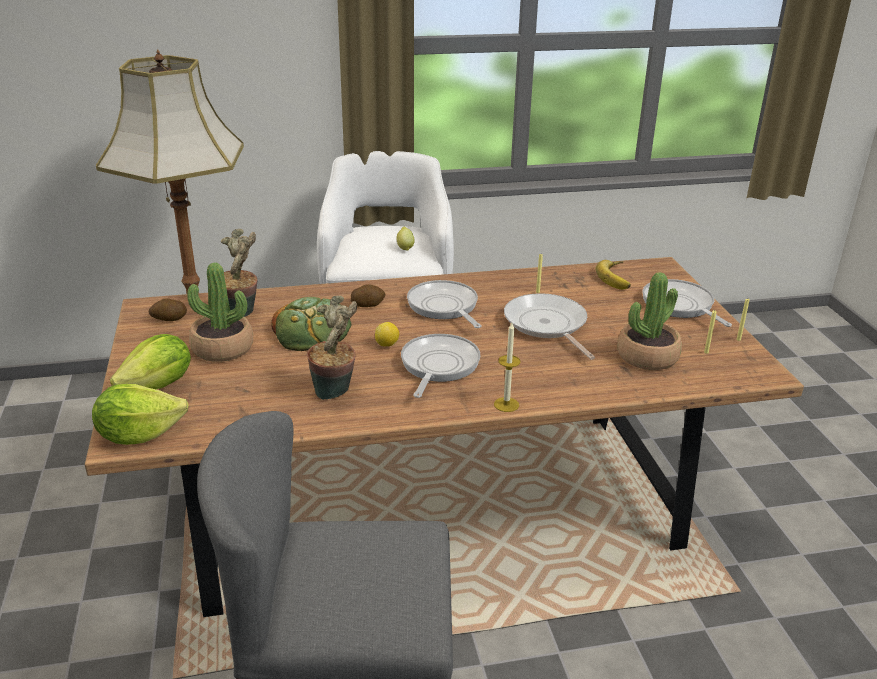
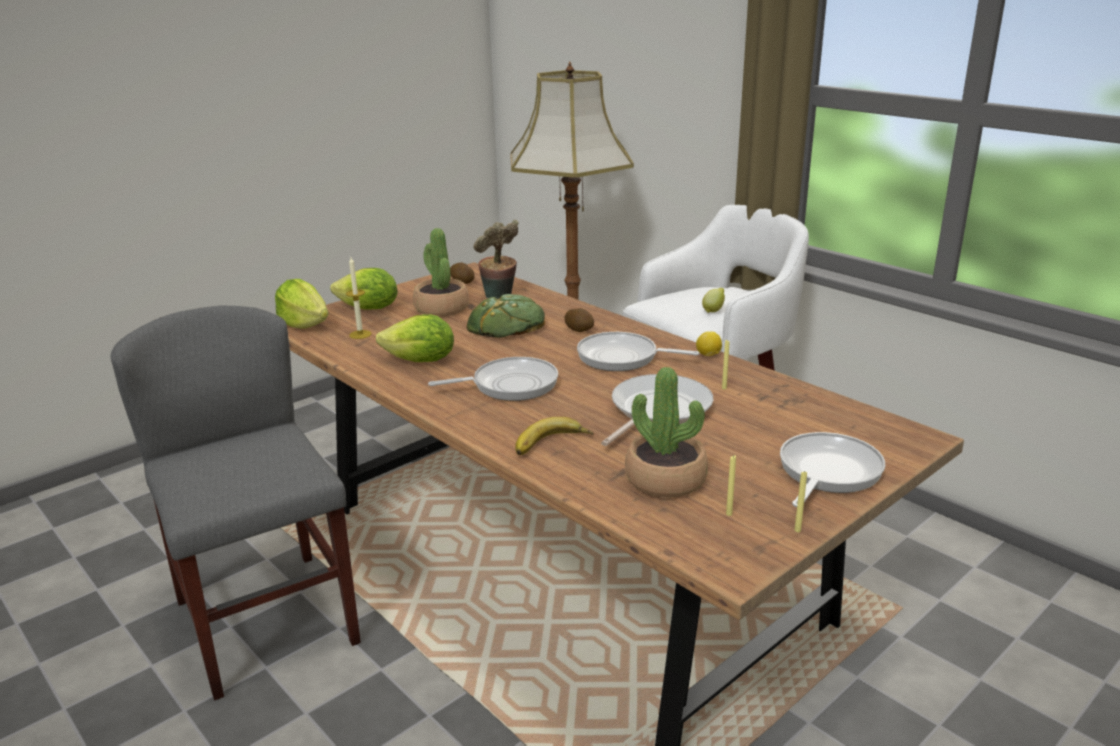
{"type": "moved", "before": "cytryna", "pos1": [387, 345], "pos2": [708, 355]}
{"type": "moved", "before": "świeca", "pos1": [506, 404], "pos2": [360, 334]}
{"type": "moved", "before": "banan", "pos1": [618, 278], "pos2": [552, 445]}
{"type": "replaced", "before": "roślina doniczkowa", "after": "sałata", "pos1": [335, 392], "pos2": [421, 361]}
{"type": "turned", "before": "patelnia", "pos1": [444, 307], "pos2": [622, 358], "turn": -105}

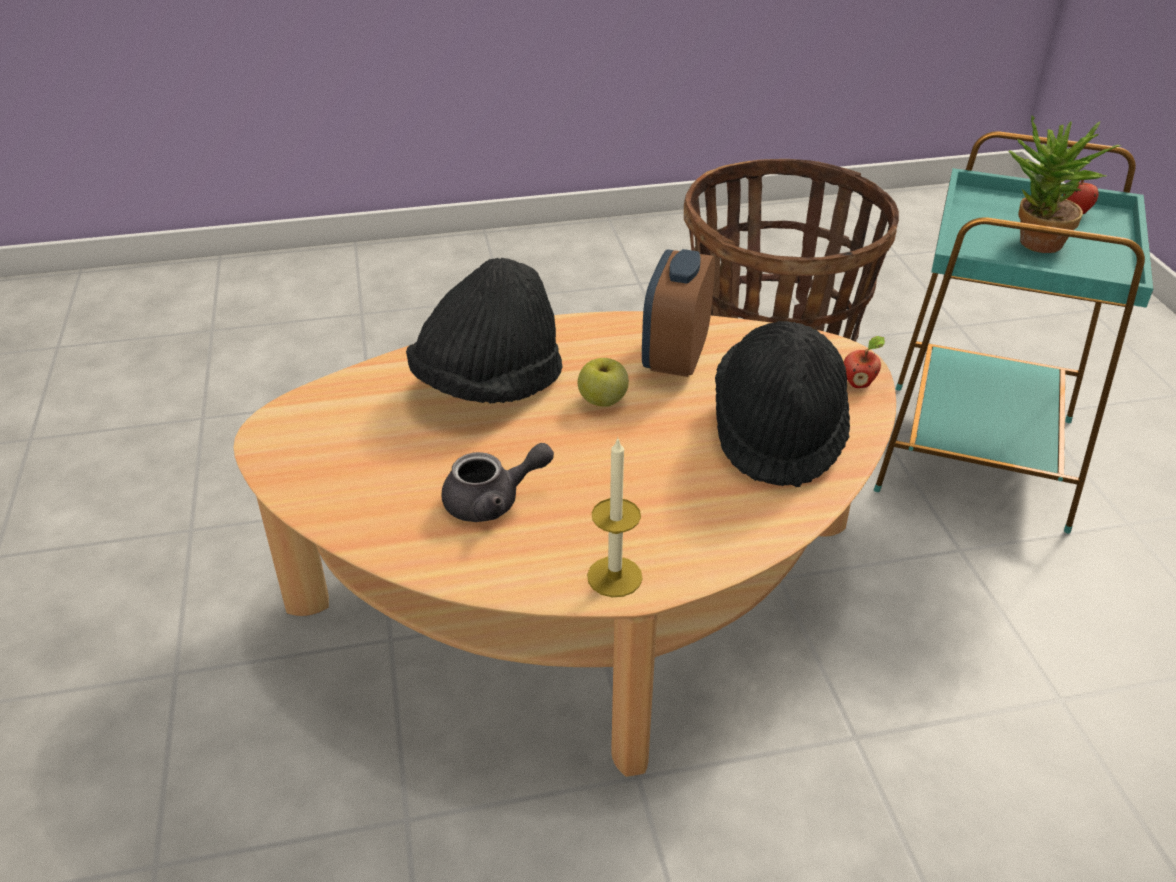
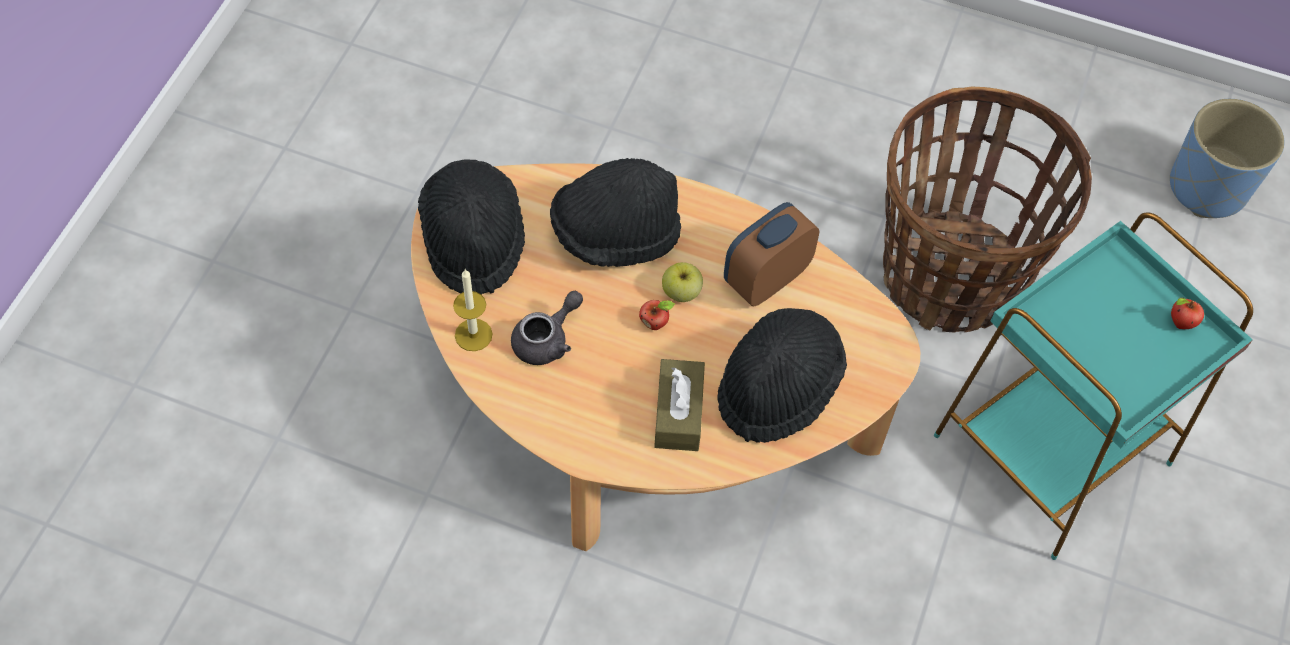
{"type": "removed", "before": "roślina doniczkowa", "pos1": [1034, 245]}
{"type": "added", "after": "kapelusz (czarny)", "pos2": [473, 241]}
{"type": "added", "after": "pudełko chusteczek (brązowy)", "pos2": [678, 413]}
{"type": "added", "after": "donica (niebieski)", "pos2": [1208, 188]}
{"type": "moved", "before": "świeca", "pos1": [614, 576], "pos2": [473, 335]}
{"type": "moved", "before": "jabłko", "pos1": [858, 383], "pos2": [655, 323]}
{"type": "turned", "before": "imbryk (szary)", "pos1": [493, 501], "pos2": [547, 340], "turn": -60}

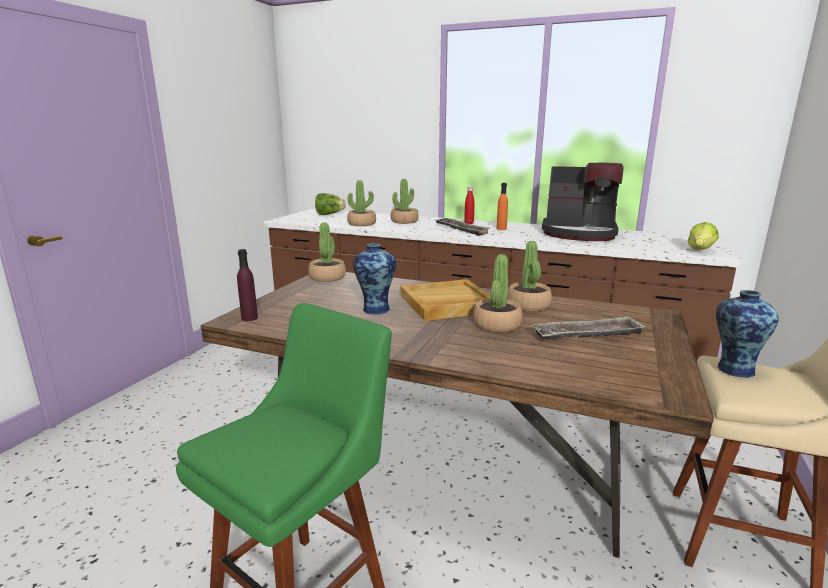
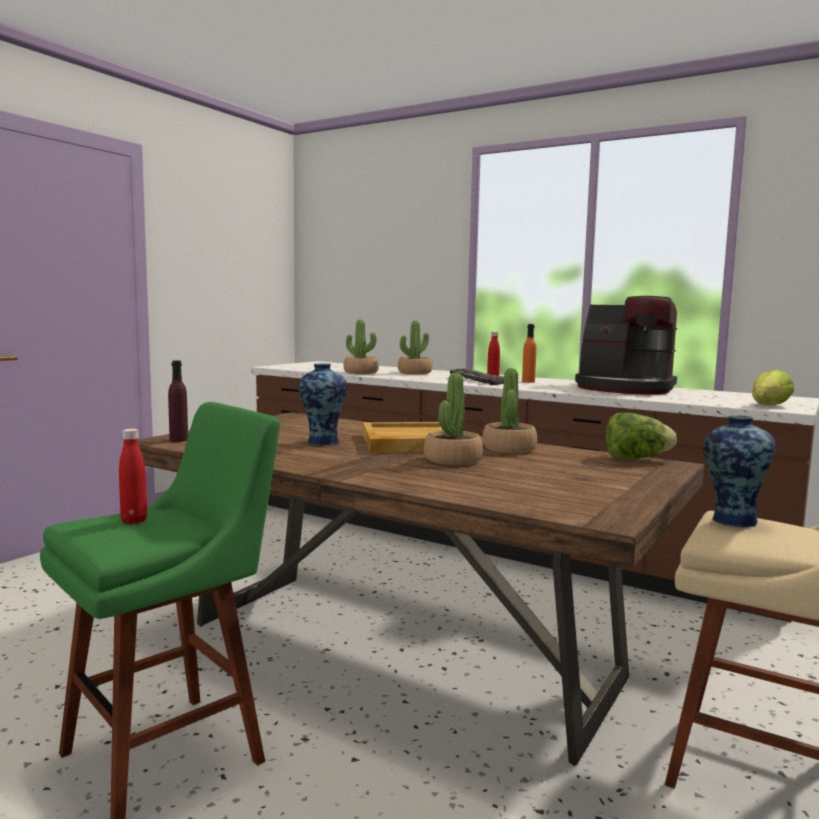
{"type": "removed", "before": "roślina doniczkowa", "pos1": [327, 277]}
{"type": "removed", "before": "taca", "pos1": [587, 334]}
{"type": "added", "after": "butelka (czerwony)", "pos2": [134, 521]}
{"type": "moved", "before": "sałata", "pos1": [329, 214], "pos2": [636, 459]}

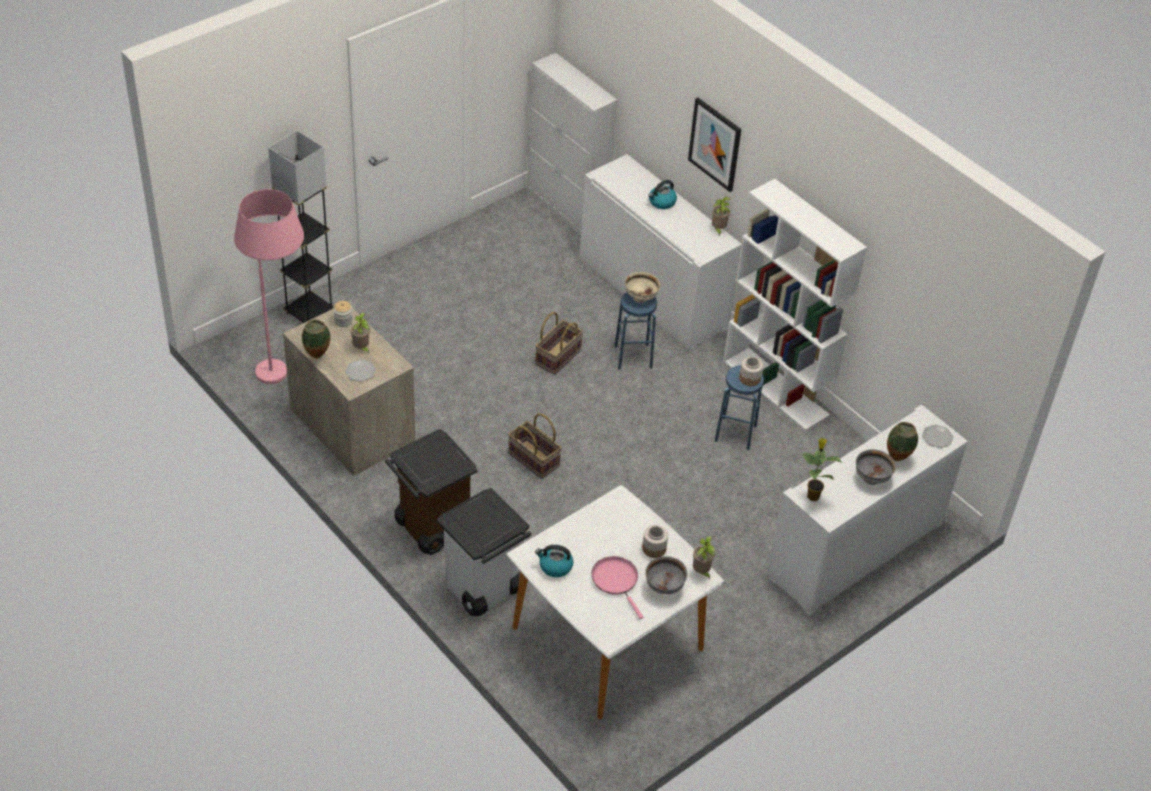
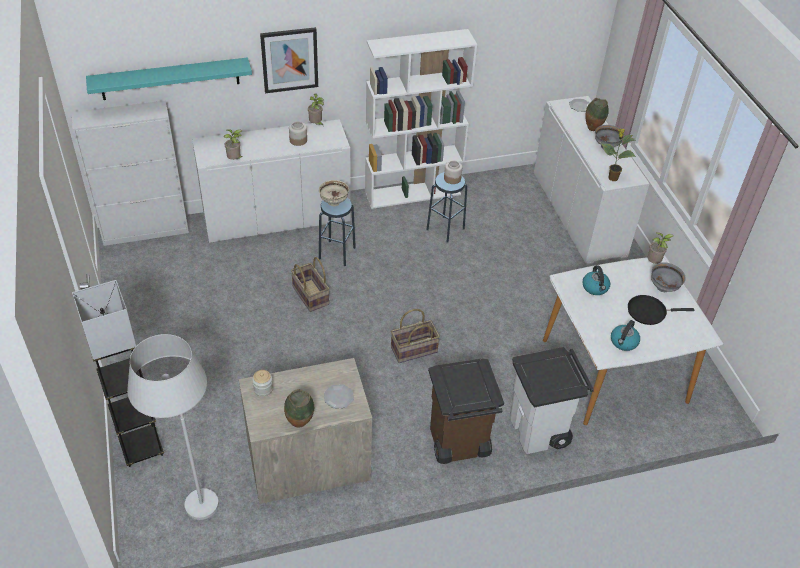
{"type": "added", "after": "półka (turkusowy)", "pos2": [170, 79]}
{"type": "moved", "before": "roślina doniczkowa", "pos1": [361, 348], "pos2": [235, 160]}
{"type": "moved", "before": "słoik", "pos1": [653, 548], "pos2": [298, 140]}
{"type": "moved", "before": "czajnik", "pos1": [661, 202], "pos2": [595, 288]}
{"type": "recoloured", "before": "lampa stojąca (różowy)", "after": "lampa stojąca (biały)", "pos1": [281, 361], "pos2": [192, 492]}
{"type": "recoloured", "before": "patelnia (różowy)", "after": "patelnia (czarny)", "pos1": [616, 580], "pos2": [649, 312]}

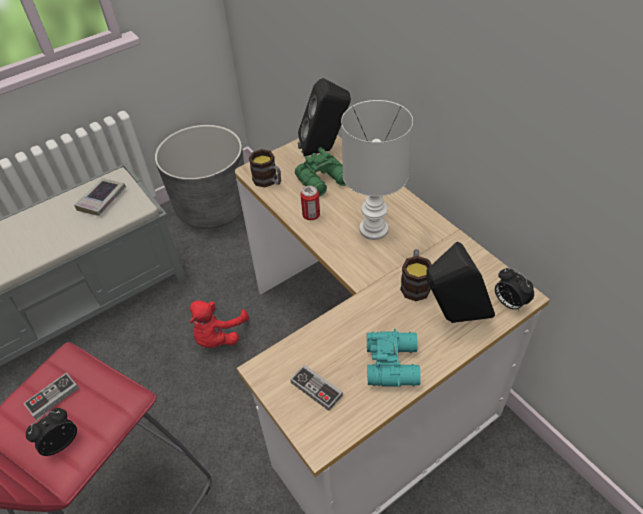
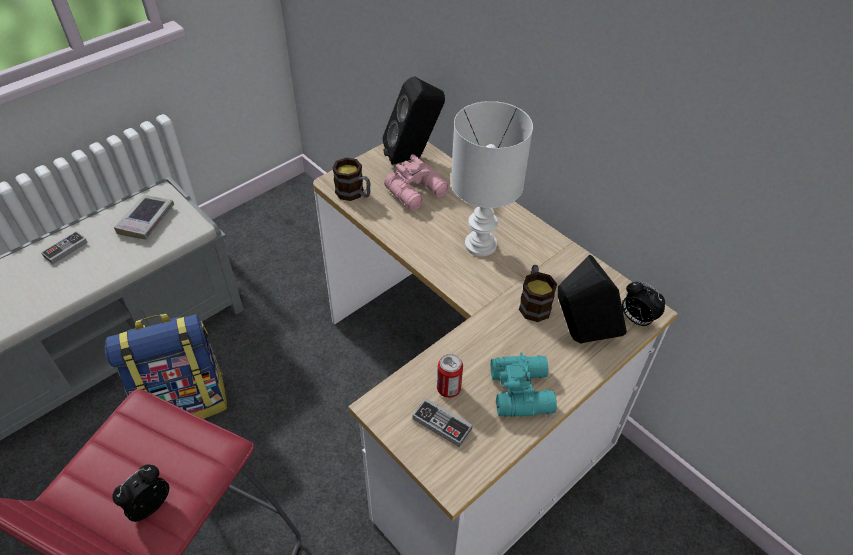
{"type": "removed", "before": "donica (szary)", "pos1": [212, 207]}
{"type": "removed", "before": "pluszak (czerwony)", "pos1": [218, 336]}
{"type": "added", "after": "plecak", "pos2": [185, 401]}
{"type": "moved", "before": "pad do gier", "pos1": [53, 397], "pos2": [65, 249]}
{"type": "moved", "before": "puszka", "pos1": [311, 215], "pos2": [448, 389]}
{"type": "recoloured", "before": "lornetka (zielony)", "after": "lornetka (różowy)", "pos1": [324, 181], "pos2": [418, 192]}

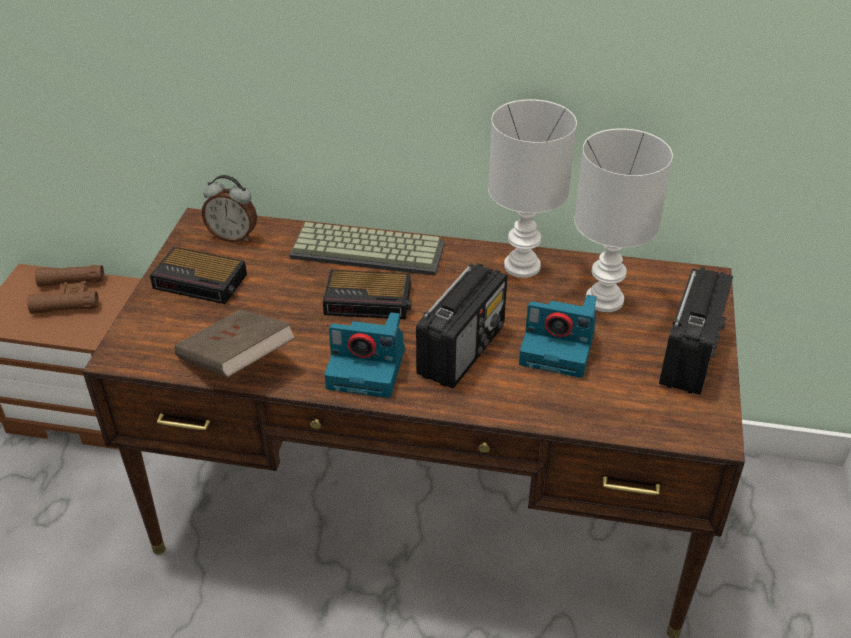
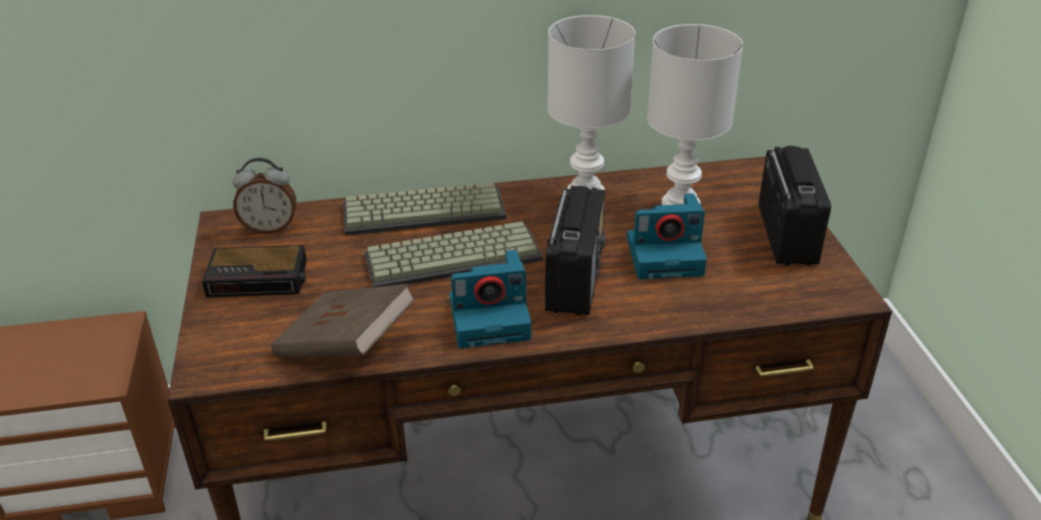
{"type": "removed", "before": "lornetka (brązowy)", "pos1": [69, 295]}
{"type": "replaced", "before": "budzik", "after": "klawiatura", "pos1": [370, 301], "pos2": [454, 256]}

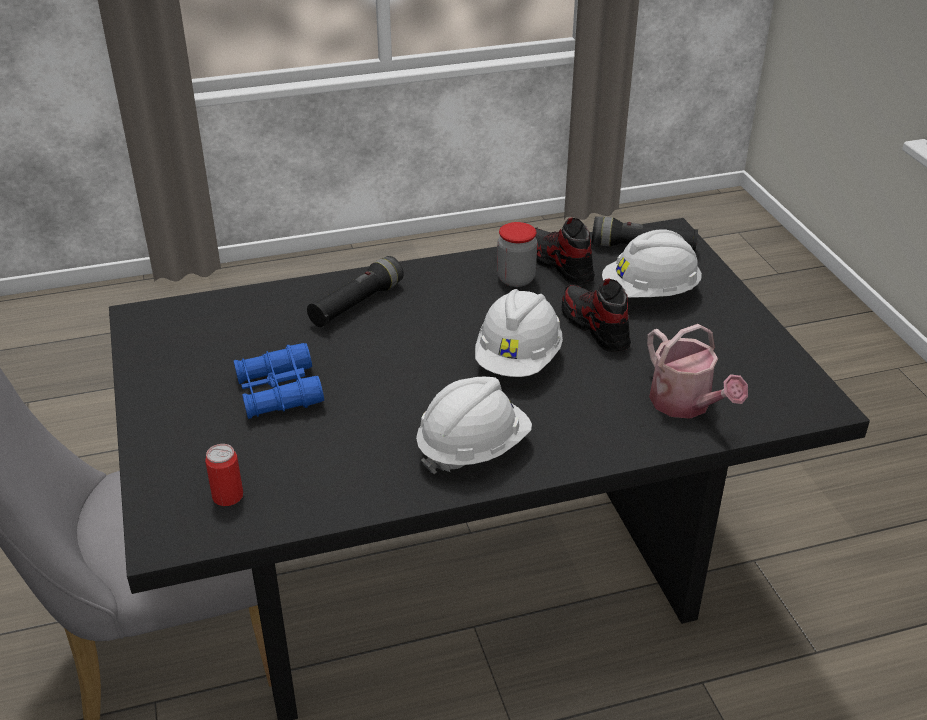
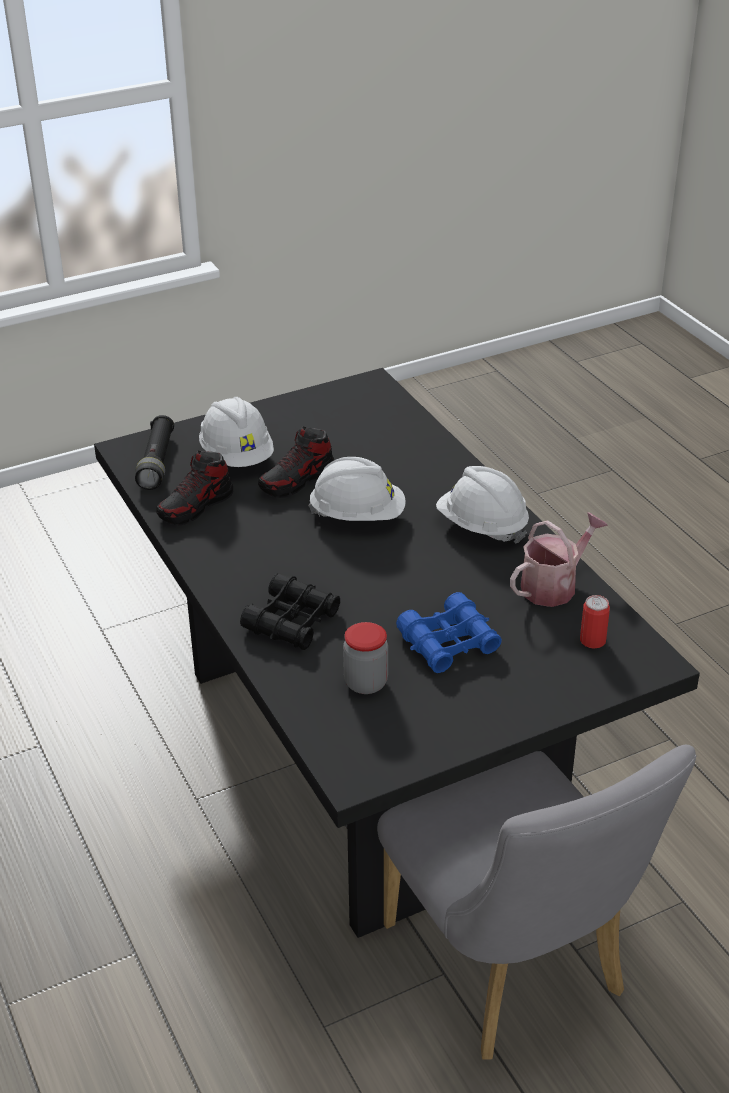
{"type": "moved", "before": "słoik", "pos1": [516, 279], "pos2": [366, 683]}
{"type": "moved", "before": "konewka", "pos1": [686, 405], "pos2": [554, 585]}
{"type": "replaced", "before": "latarka (czarny)", "after": "lornetka (czarny)", "pos1": [356, 304], "pos2": [292, 621]}

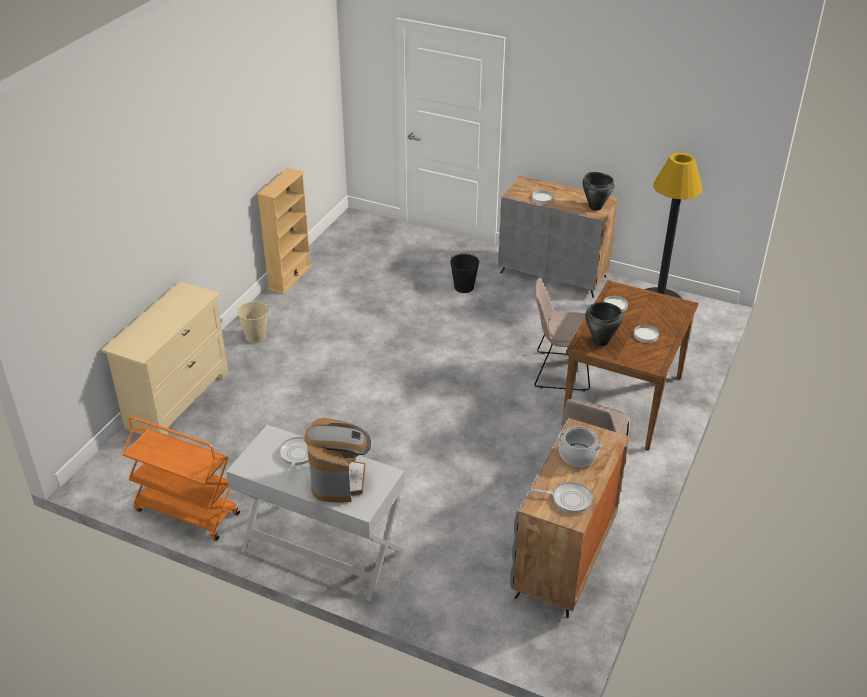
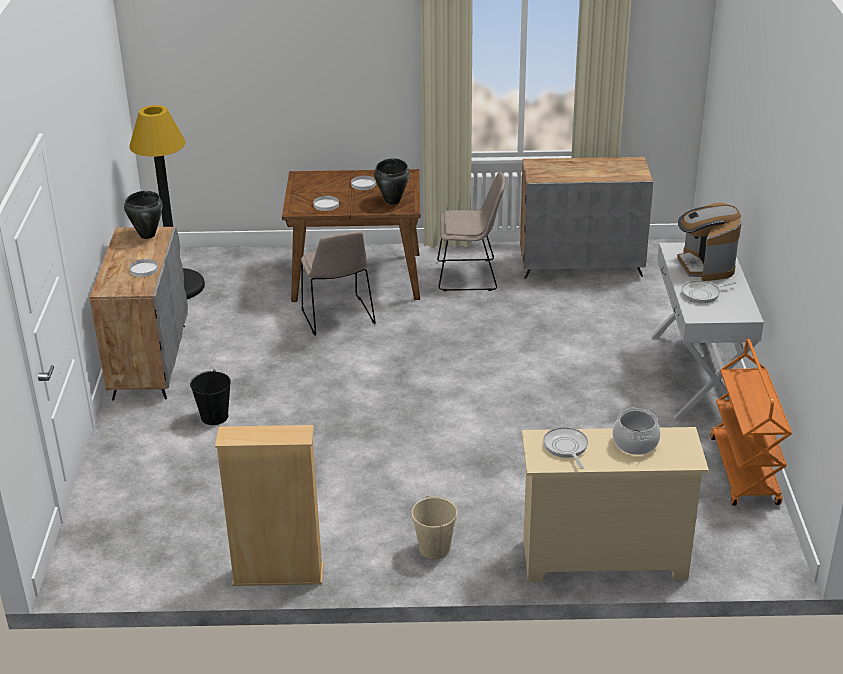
{"type": "moved", "before": "patelnia", "pos1": [569, 499], "pos2": [566, 447]}
{"type": "moved", "before": "garnek", "pos1": [578, 455], "pos2": [635, 443]}
{"type": "turned", "before": "ekspres do kawy", "pos1": [339, 480], "pos2": [705, 266], "turn": -75}

